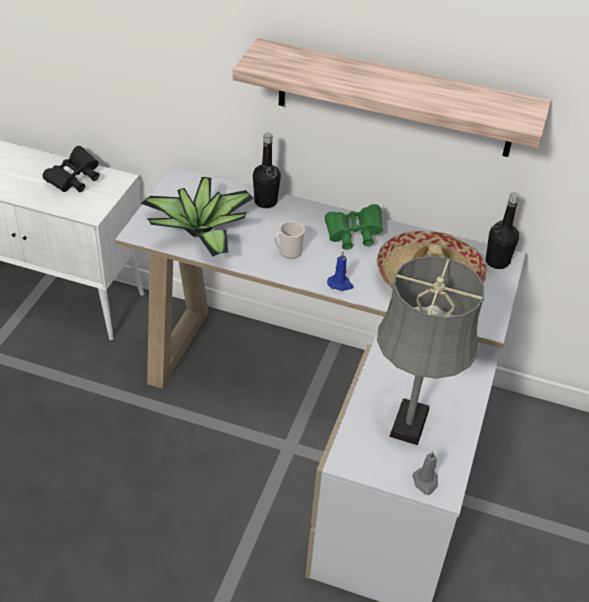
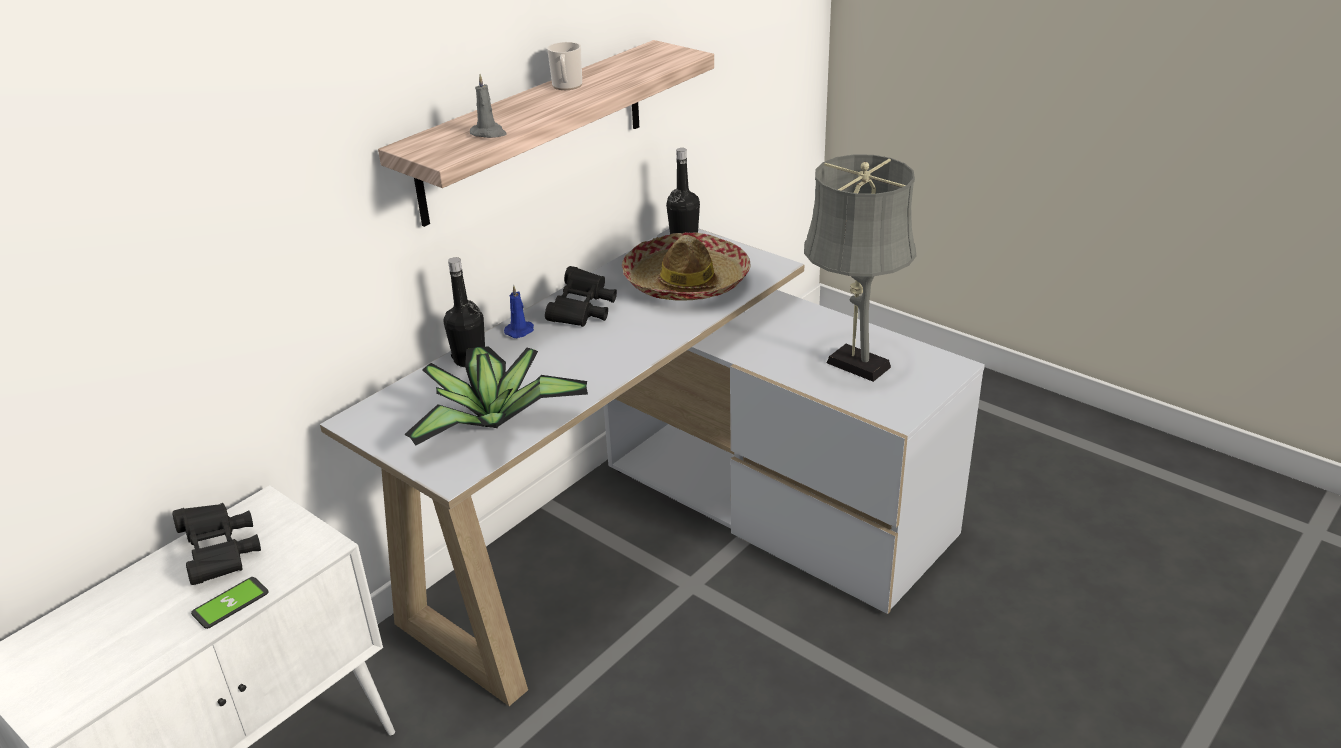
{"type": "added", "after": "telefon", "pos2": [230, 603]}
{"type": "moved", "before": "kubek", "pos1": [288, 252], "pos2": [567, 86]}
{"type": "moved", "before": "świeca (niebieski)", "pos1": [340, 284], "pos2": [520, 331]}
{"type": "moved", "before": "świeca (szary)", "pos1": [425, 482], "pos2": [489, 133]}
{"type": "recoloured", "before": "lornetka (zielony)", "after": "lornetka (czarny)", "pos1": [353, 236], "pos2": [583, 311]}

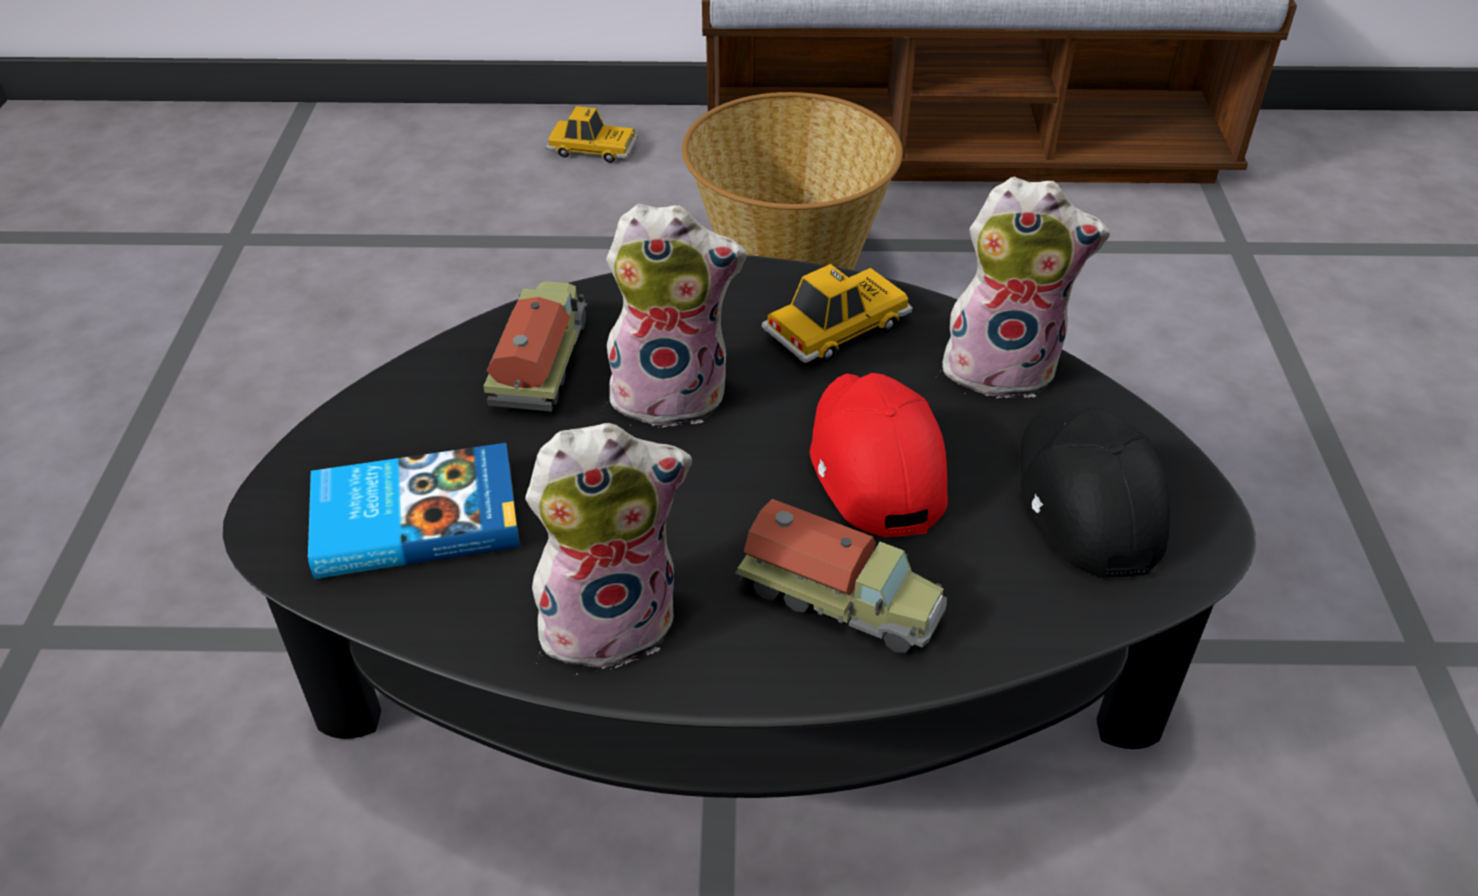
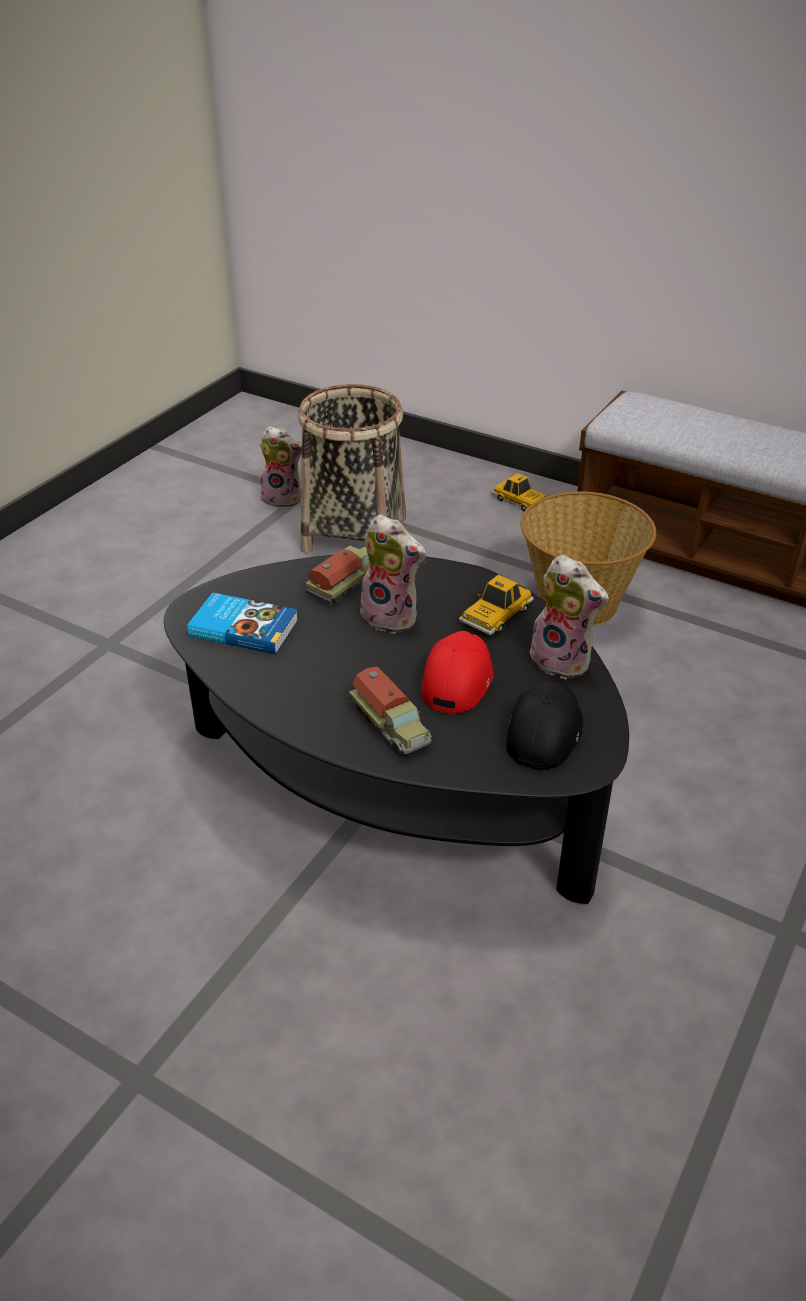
{"type": "added", "after": "koszyk", "pos2": [355, 534]}
{"type": "moved", "before": "pluszak", "pos1": [611, 619], "pos2": [283, 498]}
{"type": "turned", "before": "samochodzik", "pos1": [836, 328], "pos2": [496, 615], "turn": 135}

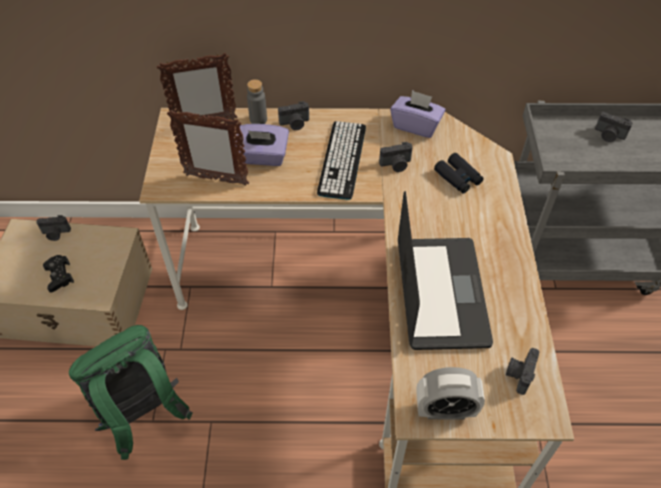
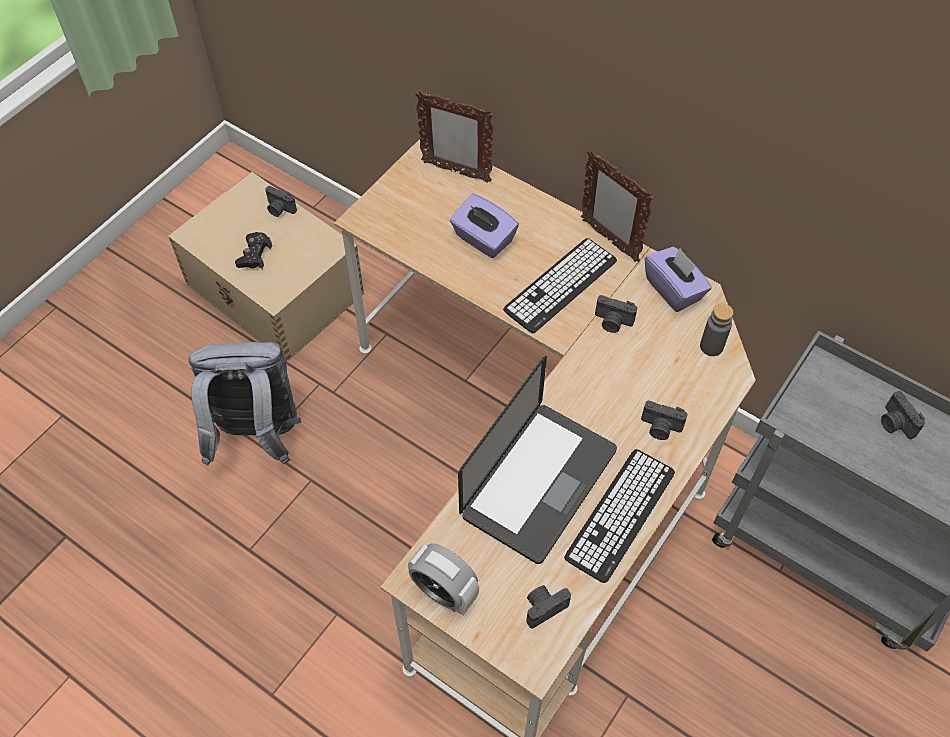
{"type": "removed", "before": "lornetka (czarny)", "pos1": [458, 177]}
{"type": "added", "after": "klawiatura", "pos2": [620, 514]}
{"type": "moved", "before": "ramka na zdjęcie", "pos1": [216, 179], "pos2": [609, 240]}
{"type": "moved", "before": "butelka (szary)", "pos1": [258, 120], "pos2": [711, 346]}
{"type": "moved", "before": "aparat fotograficzny", "pos1": [295, 124], "pos2": [660, 428]}
{"type": "recoloured", "before": "plecak (zielony)", "after": "plecak (szary)", "pos1": [143, 415], "pos2": [256, 435]}

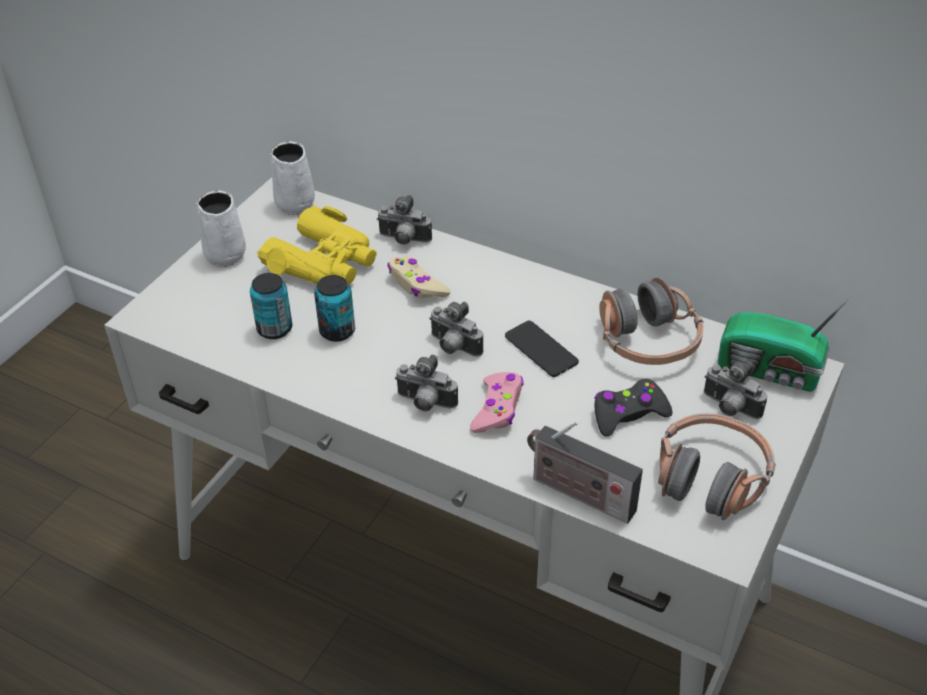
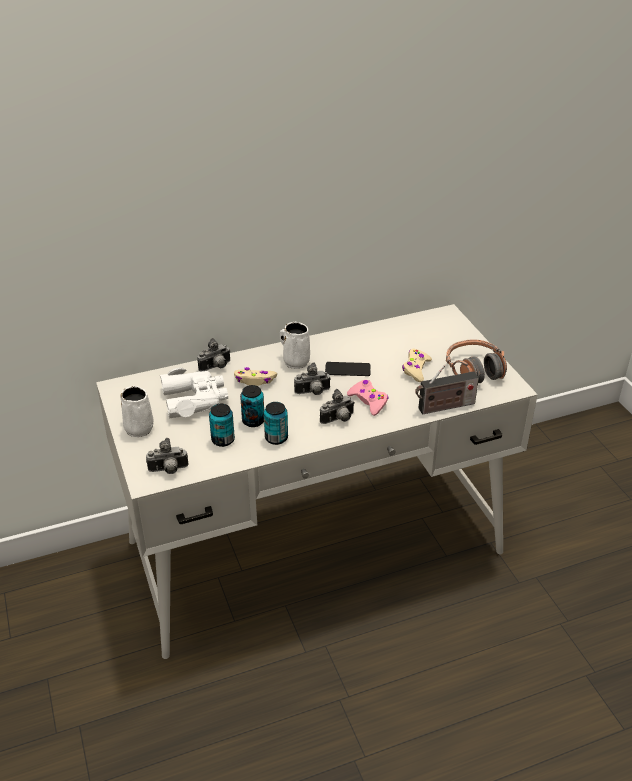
{"type": "removed", "before": "słuchawki", "pos1": [647, 341]}
{"type": "removed", "before": "radio", "pos1": [771, 371]}
{"type": "added", "after": "puszka", "pos2": [276, 438]}
{"type": "moved", "before": "kubek (biały)", "pos1": [296, 202], "pos2": [295, 361]}
{"type": "moved", "before": "aparat fotograficzny", "pos1": [729, 408], "pos2": [168, 470]}
{"type": "recoloured", "before": "lornetka (żółty)", "after": "lornetka (biały)", "pos1": [324, 262], "pos2": [195, 399]}
{"type": "recoloured", "before": "pad do gier (czarny)", "after": "pad do gier (beżowy)", "pos1": [628, 414], "pos2": [416, 369]}

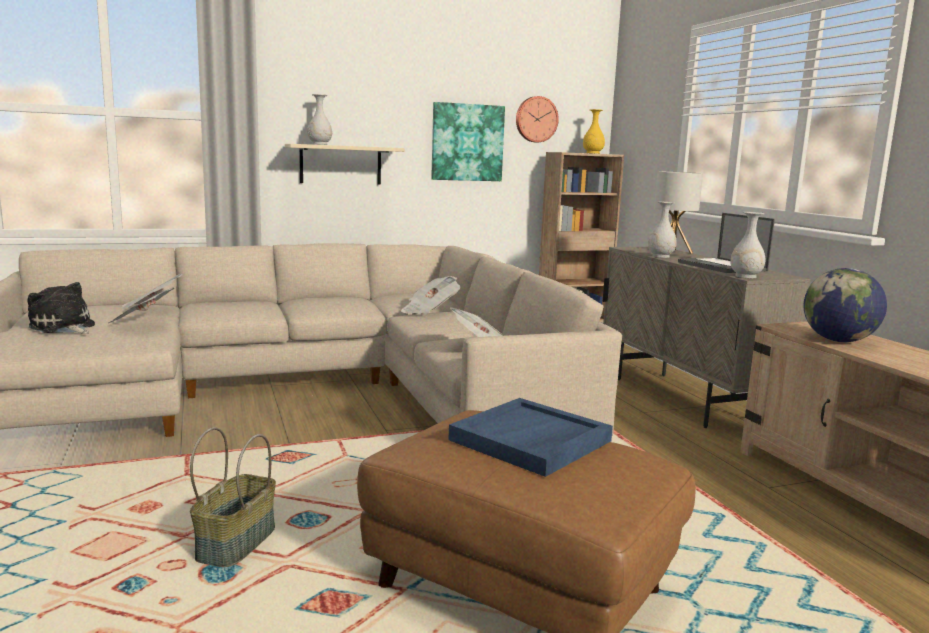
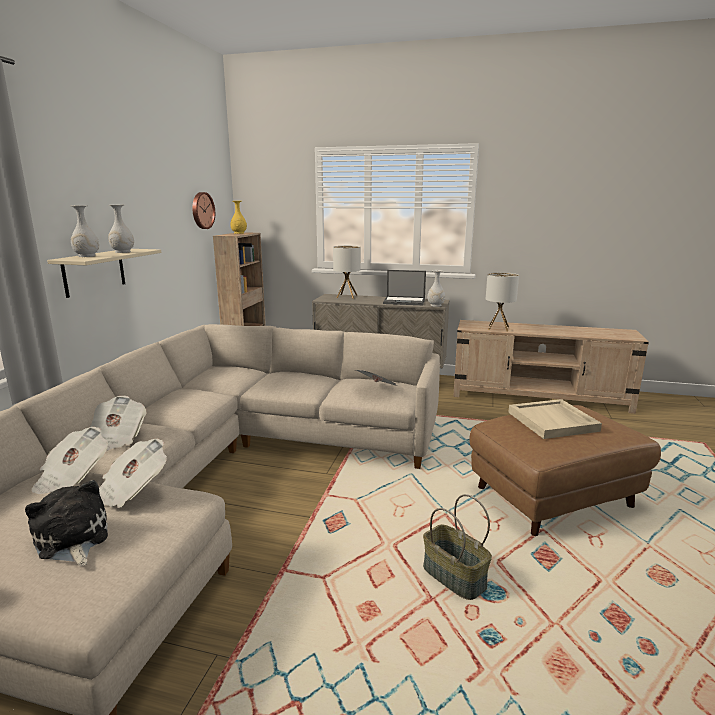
{"type": "removed", "before": "obraz", "pos1": [467, 142]}
{"type": "moved", "before": "gazeta", "pos1": [429, 311], "pos2": [116, 438]}
{"type": "moved", "before": "wazon (biały)", "pos1": [660, 256], "pos2": [123, 252]}
{"type": "replaced", "before": "globus", "after": "lampa stołowa", "pos1": [838, 341], "pos2": [498, 328]}
{"type": "recoloured", "before": "taca (niebieski)", "after": "taca (beżowy)", "pos1": [530, 441], "pos2": [553, 421]}
{"type": "turned", "before": "pluszak", "pos1": [63, 327], "pos2": [72, 540], "turn": 75}

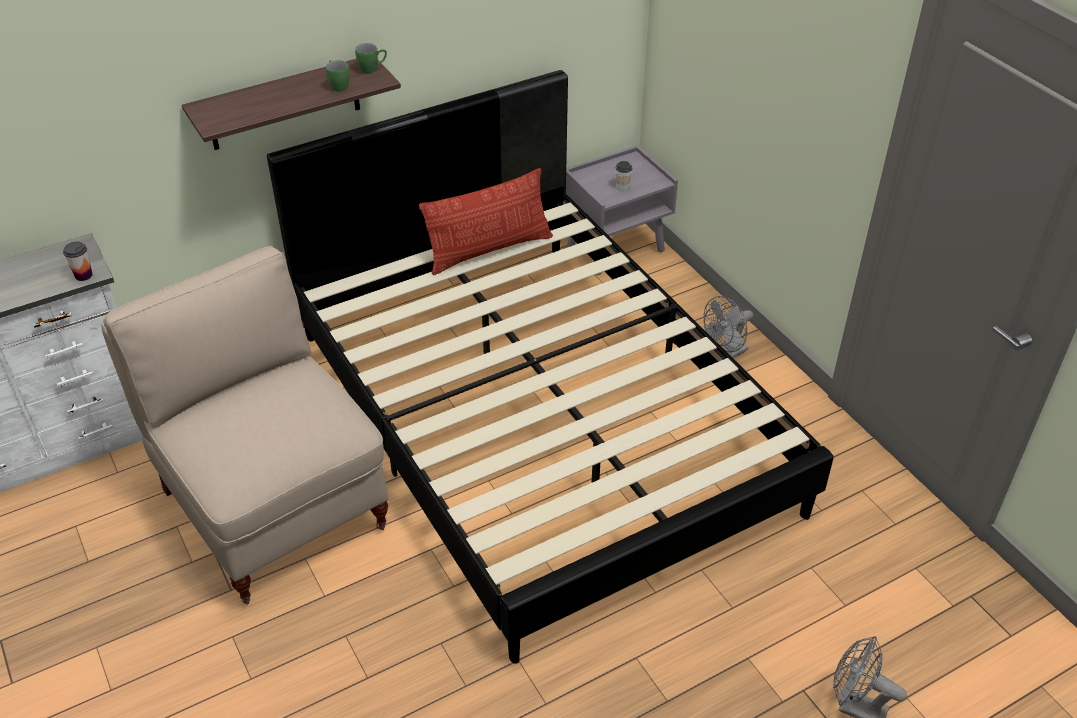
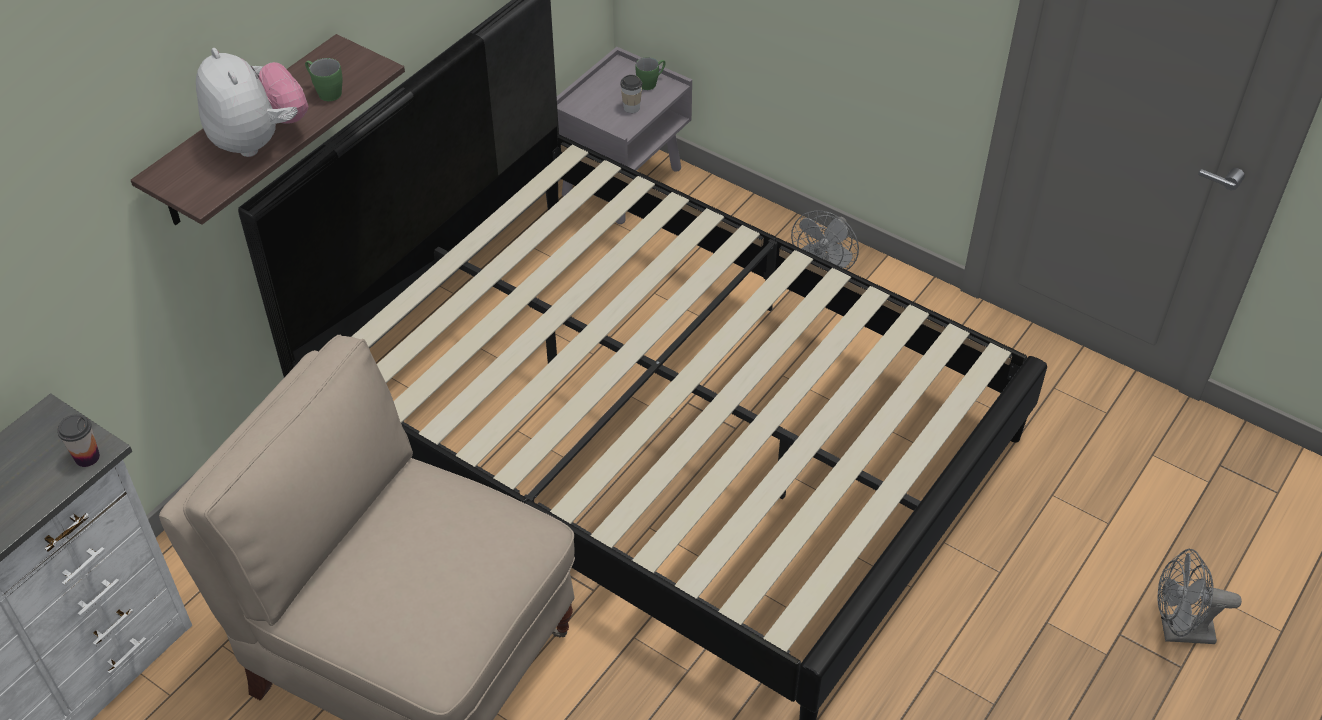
{"type": "removed", "before": "poduszka", "pos1": [489, 250]}
{"type": "added", "after": "pluszak", "pos2": [258, 140]}
{"type": "moved", "before": "kubek (zielony)", "pos1": [372, 69], "pos2": [651, 83]}

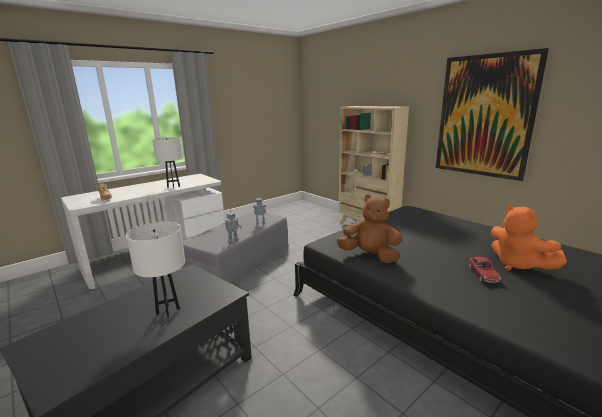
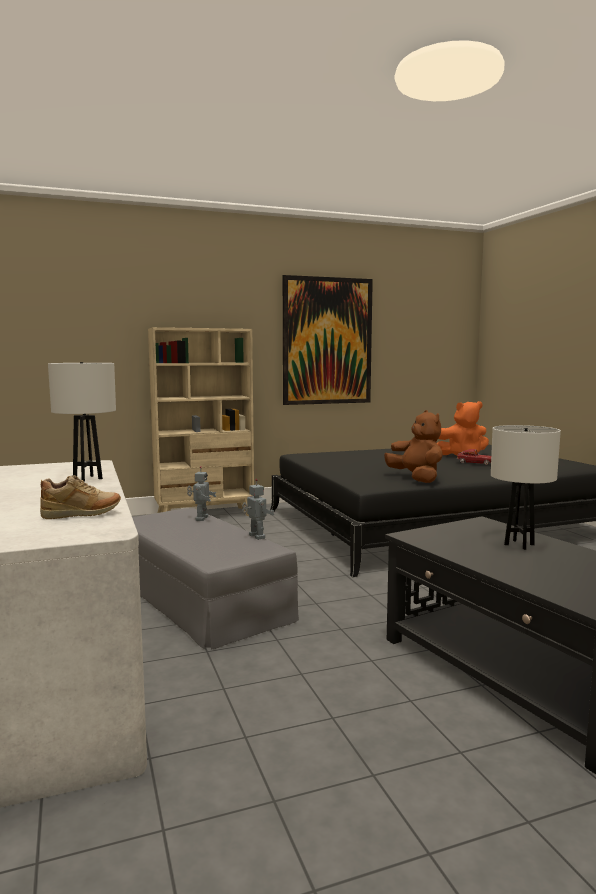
{"type": "turned", "before": "pluszak (brązowy)", "pos1": [370, 256], "pos2": [416, 479], "turn": 105}

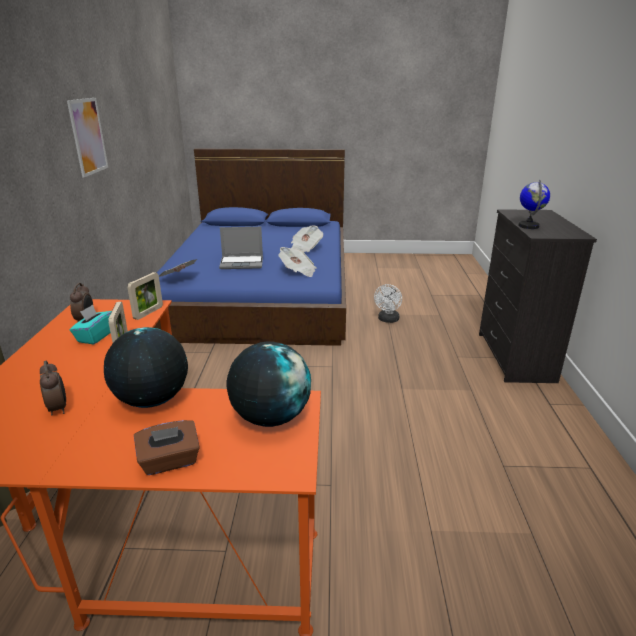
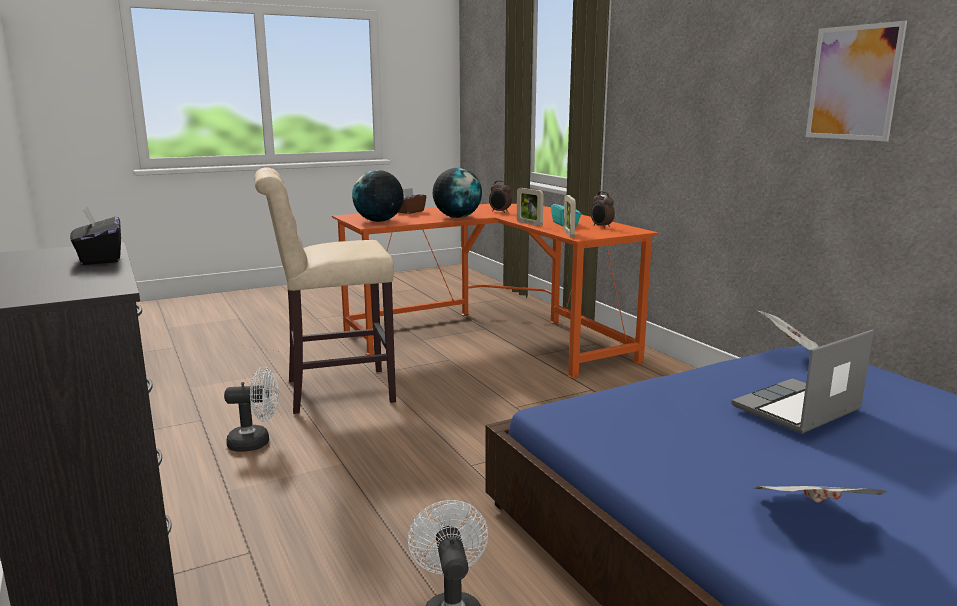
{"type": "removed", "before": "gazeta", "pos1": [298, 271]}
{"type": "added", "after": "wentylator (biały)", "pos2": [256, 442]}
{"type": "added", "after": "stołek (beżowy)", "pos2": [333, 392]}
{"type": "replaced", "before": "globus", "after": "pudełko chusteczek (czarny)", "pos1": [528, 226], "pos2": [100, 259]}

